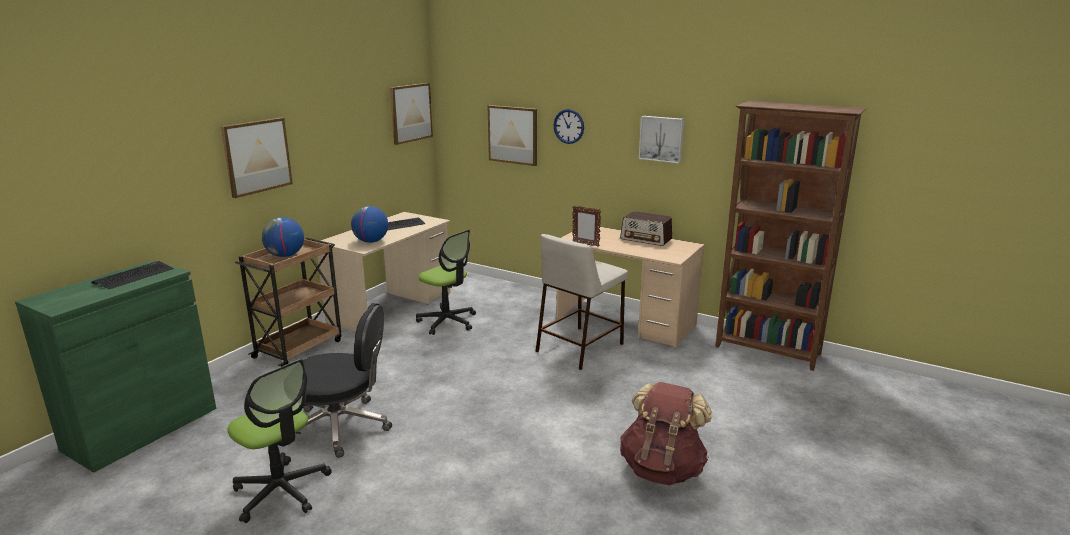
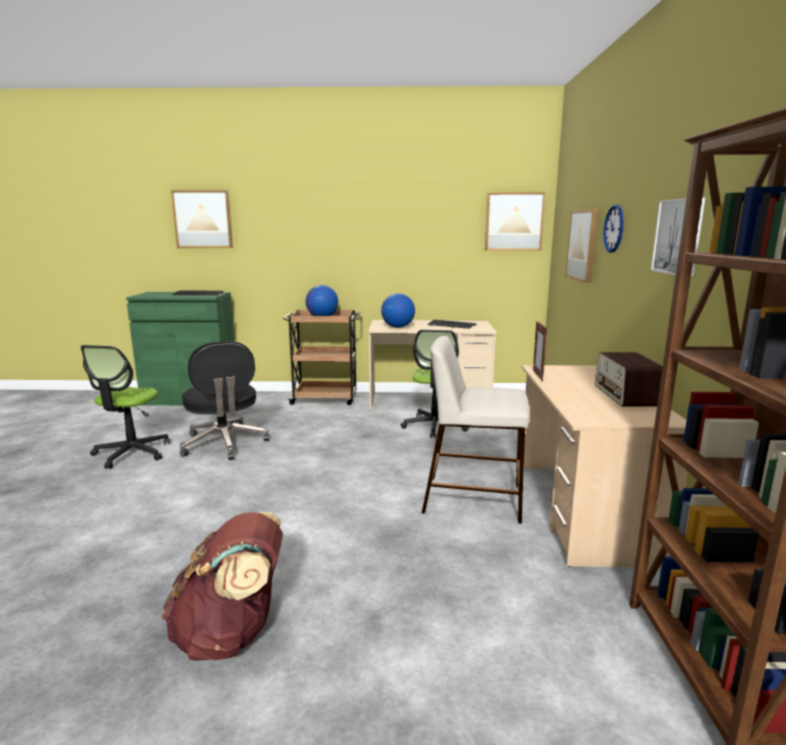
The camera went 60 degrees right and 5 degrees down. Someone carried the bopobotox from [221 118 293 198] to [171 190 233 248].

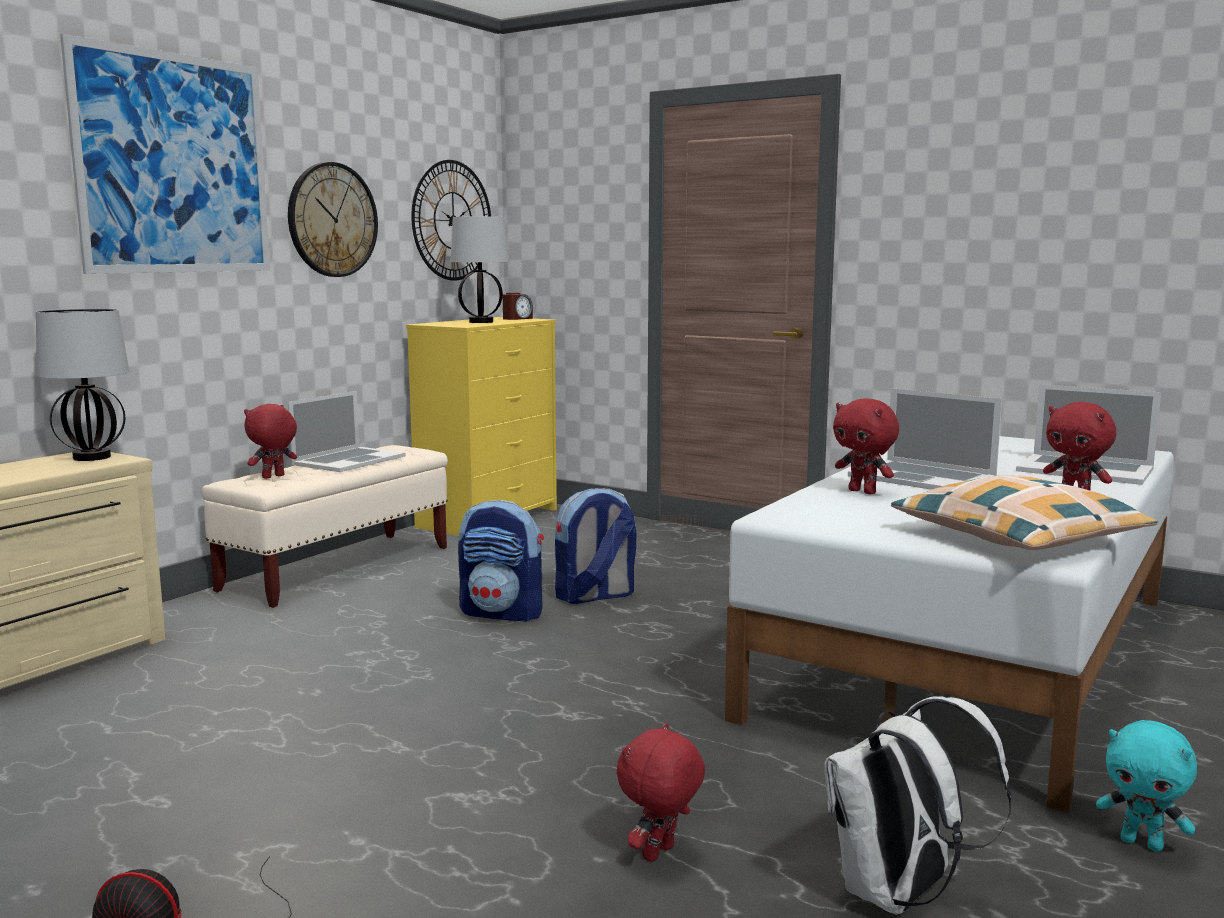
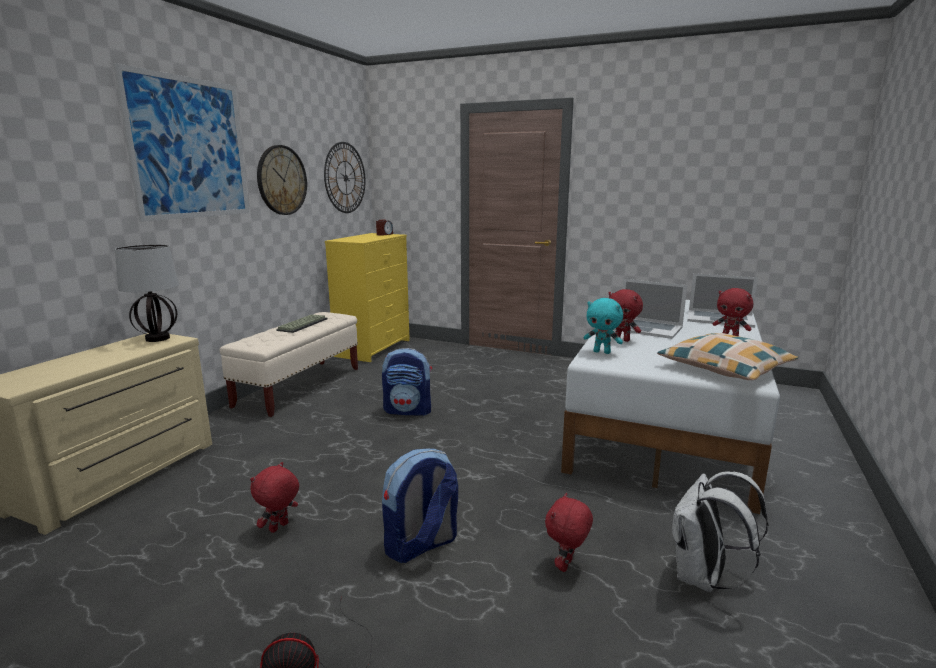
The camera went 10 degrees left and 5 degrees up. Someone took away the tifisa at [450 216 509 323]. Someone carried the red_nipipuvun from [244 404 297 479] to [250 462 299 533]. Someone carried the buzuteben from [555 488 636 604] to [382 449 458 563]. Someone carried the turquoise_nipipuvun from [1096 720 1197 852] to [583 298 623 354]. Someone swapped the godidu at [288 391 406 472] for the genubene at [276 314 327 333].

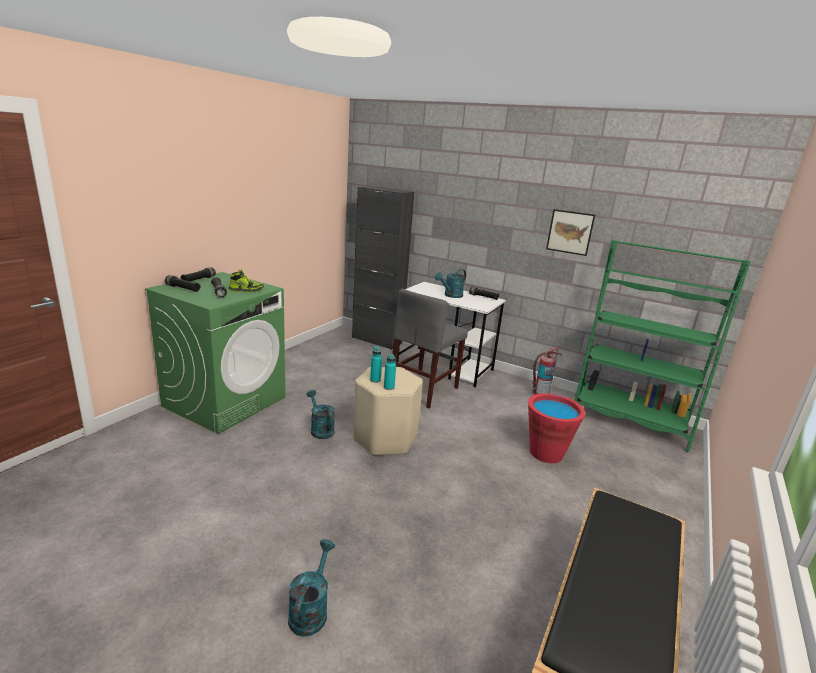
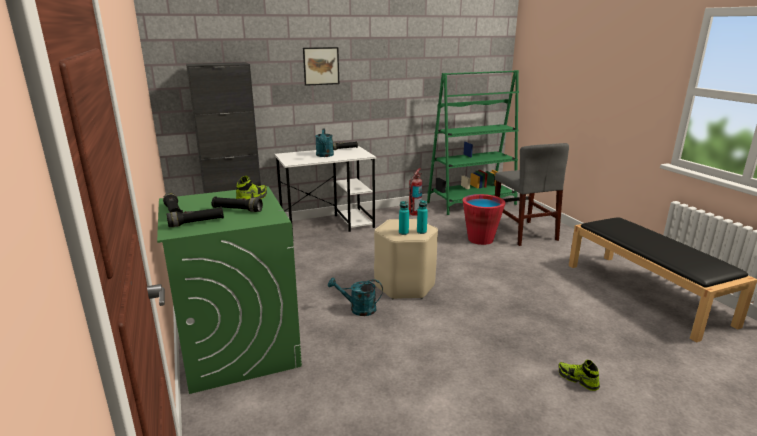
The camera went 50 degrees left and 0 degrees up. Someone carried the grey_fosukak from [392 289 468 409] to [495 143 569 246]. Someone carried the bopobotox from [546 209 595 256] to [303 47 339 86]. Someone swapped the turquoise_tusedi at [288 539 335 637] for the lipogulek at [558 360 600 391].

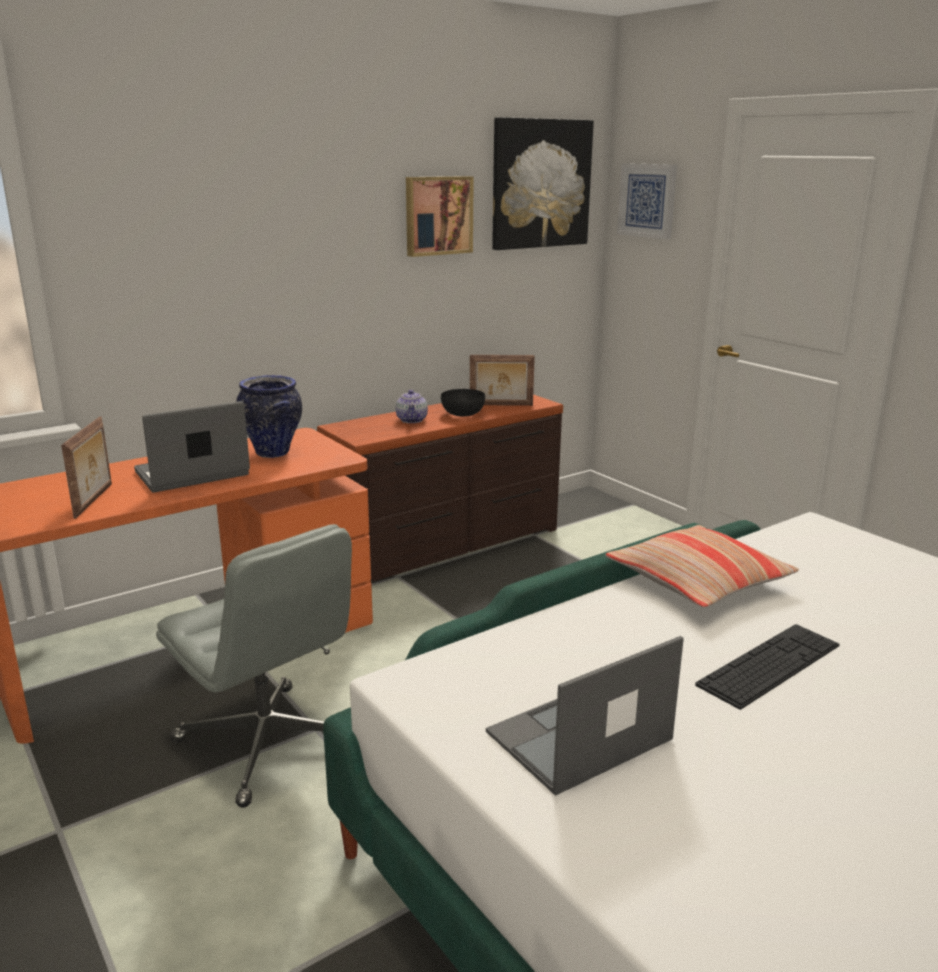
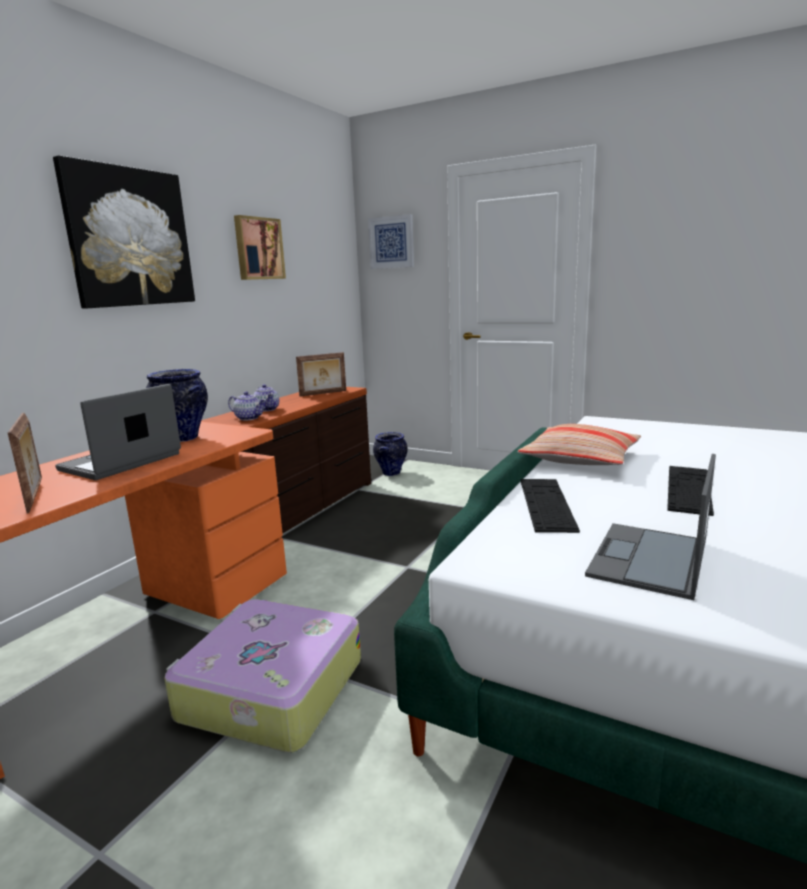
The camera went 25 degrees left and 5 degrees down. Someone took away the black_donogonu at [441 389 485 417]. Someone put down the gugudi at [228 392 266 421]. Someone put down the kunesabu at [373 432 408 476]. Someone put down the genubene at [520 479 580 533]. Someone carried the bopobotox from [492 117 594 250] to [53 155 195 308]. Someone swapped the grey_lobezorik at [156 524 352 808] for the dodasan at [164 599 361 753].

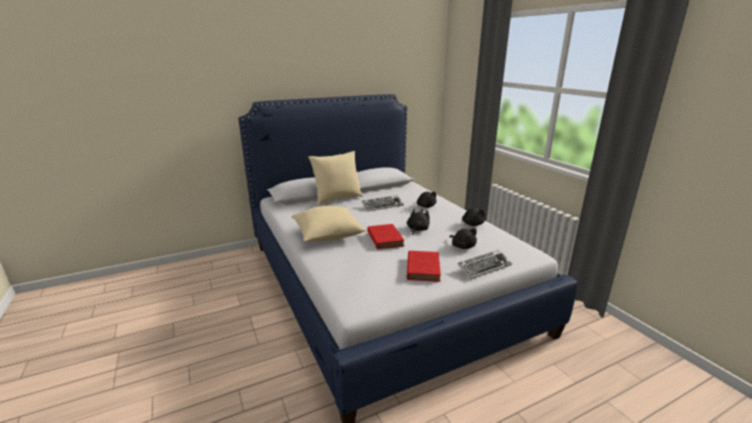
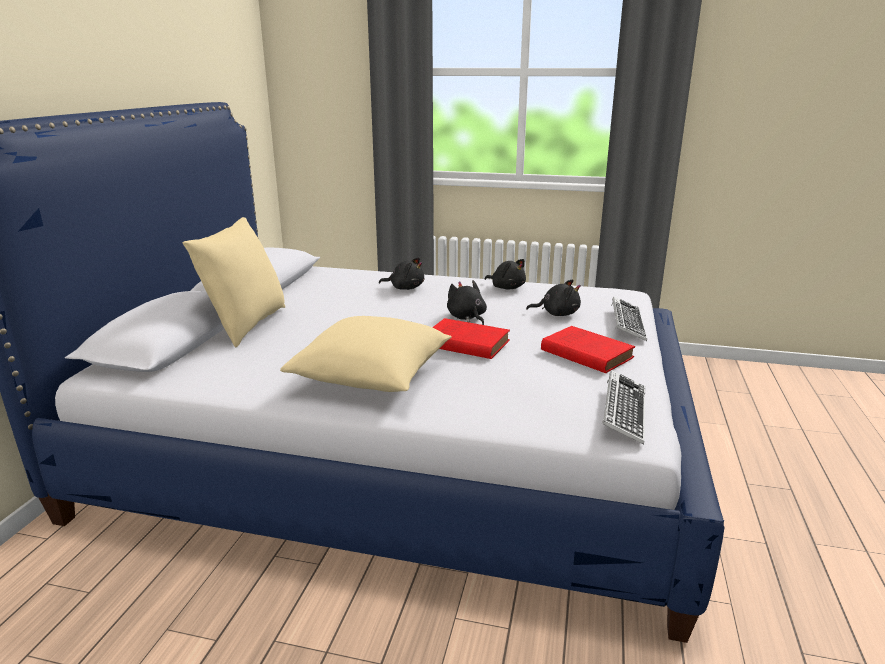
The camera went 50 degrees left and 0 degrees up. Someone carried the genubene from [362 195 404 211] to [602 370 645 445].

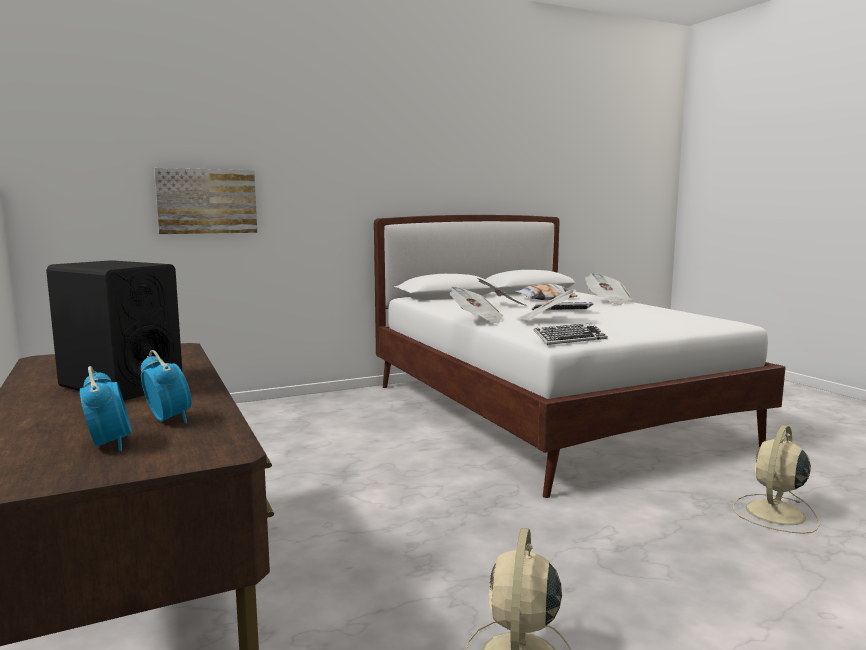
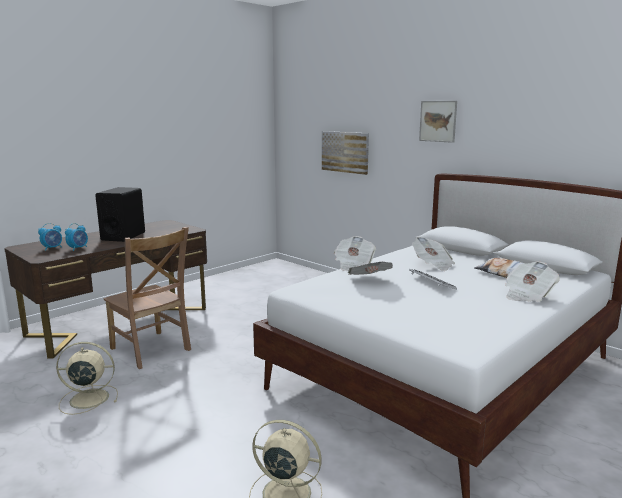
The camera went 70 degrees right and 5 degrees up. Someone took away the genubene at [533 323 608 345]. Someone put down the brown_fosukak at [103 227 191 369]. Someone put up the bopobotox at [419 101 457 143].

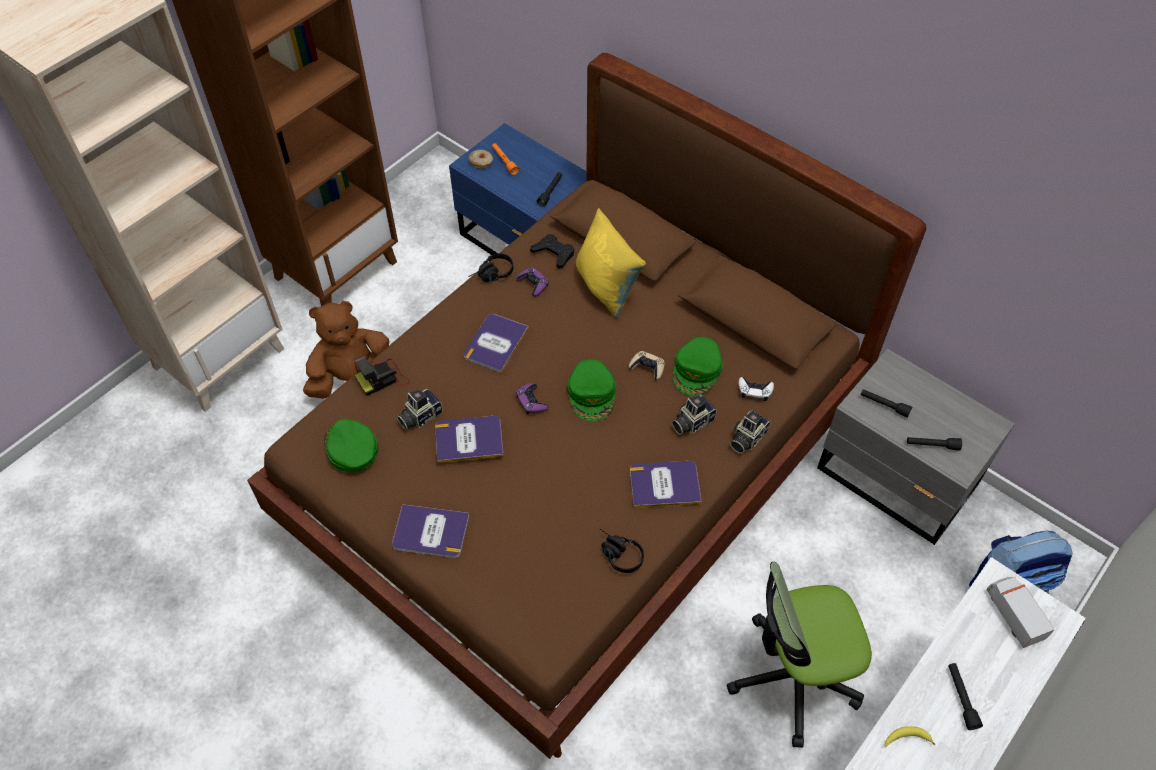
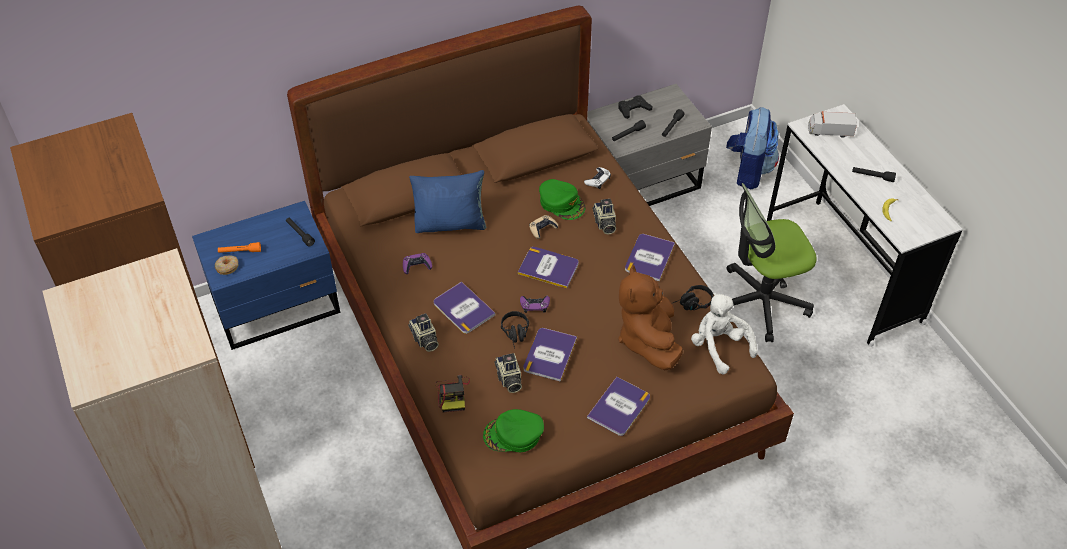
The camera went 65 degrees left and 5 degrees down. Someone put down the white_nipipuvun at [691 293 758 374]. Someone carried the brown_nipipuvun from [303 301 389 399] to [618 265 683 371]. Someone carried the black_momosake from [468 253 514 282] to [501 311 529 349]. Someone carried the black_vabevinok from [530 234 574 269] to [618 95 652 119]. Someone carried the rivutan from [730 410 771 454] to [408 313 439 352]. Someone swapped the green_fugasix at [568 359 616 421] for the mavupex at [518 247 579 289]. Someone repainted the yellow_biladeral at [576 208 646 318], which became the blue_biladeral at [409 170 486 233]. Someone rotated the lobezorik at [727 562 872 748] by 60 degrees clockwise.

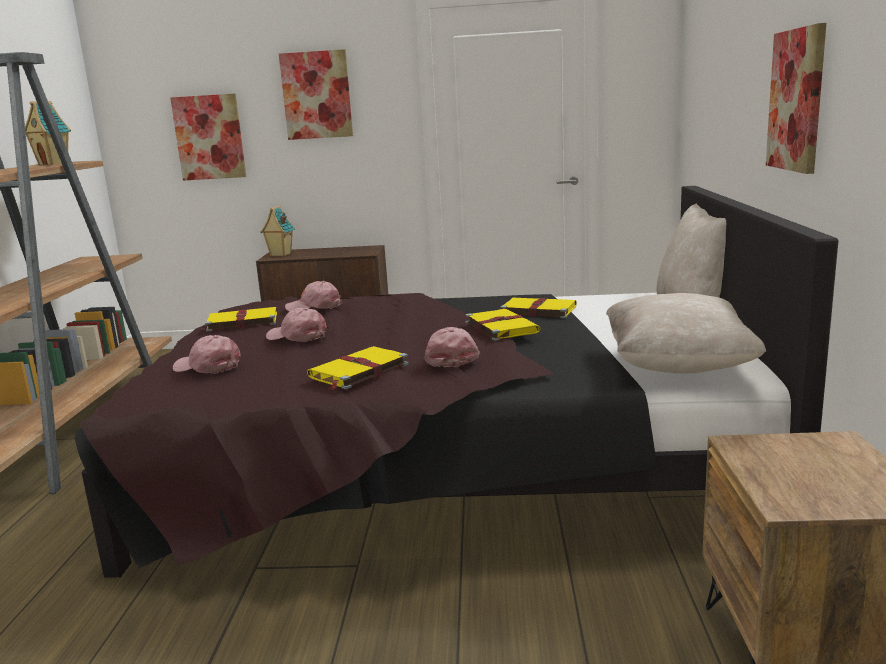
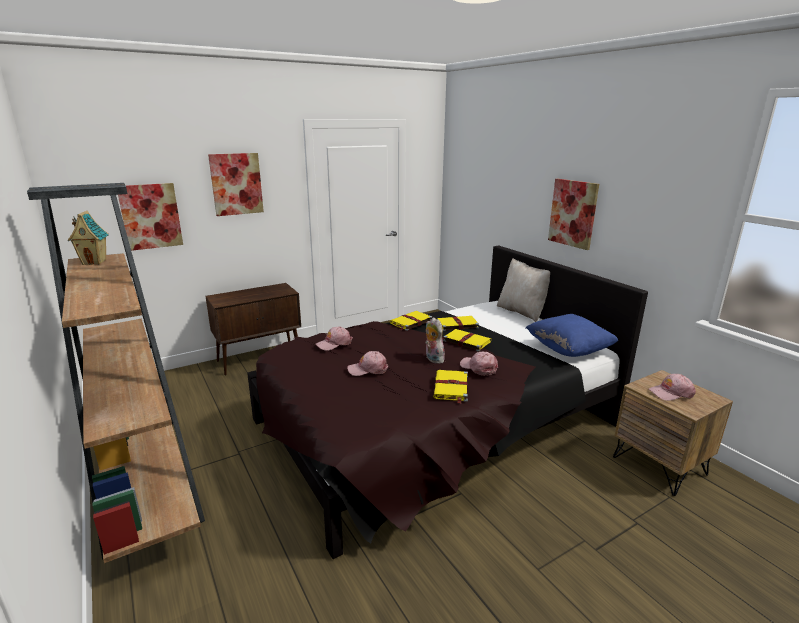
The camera went 35 degrees left and 5 degrees up. Someone took away the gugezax at [261 206 295 256]. Someone put down the nipipuvun at [425 317 445 364]. Someone carried the pink_fugasix from [173 335 241 374] to [649 374 696 401]. Someone carried the yellow_mavupex from [201 307 277 332] to [390 311 432 331]. Someone repainted the beige_biladeral at [606 293 766 373], which became the blue_biladeral at [526 314 618 357].

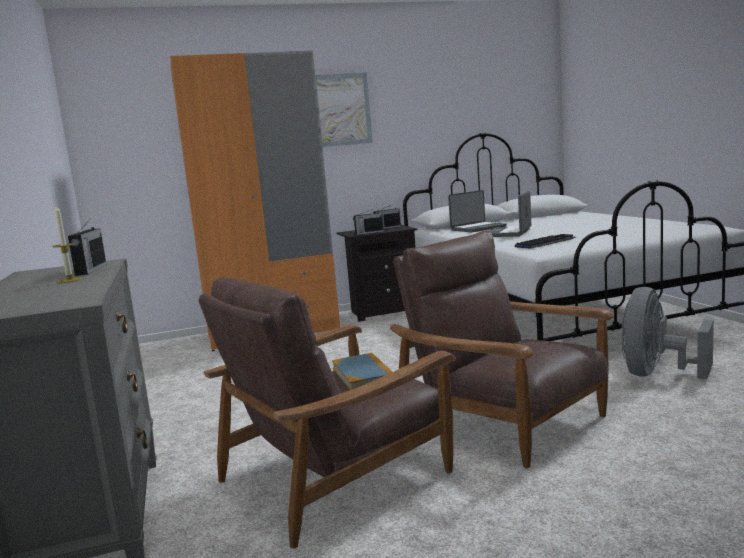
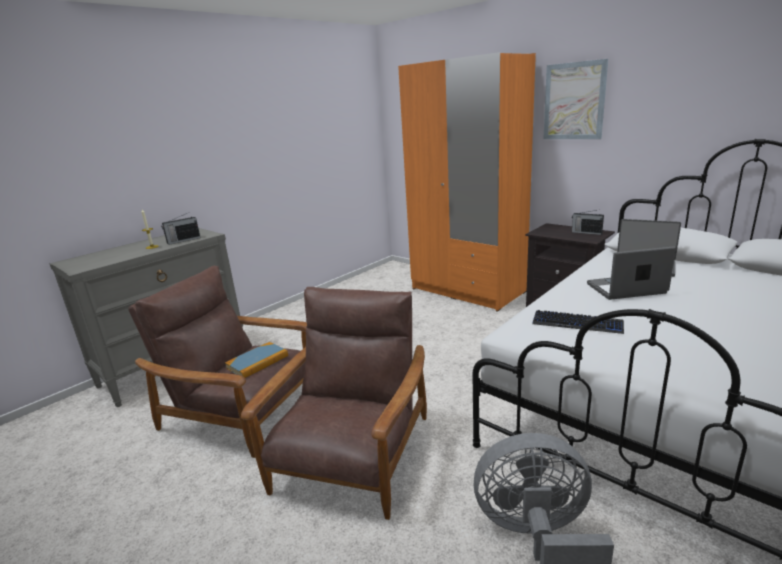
The camera went 60 degrees right and 10 degrees up. Someone took away the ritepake at [353 209 384 235].

